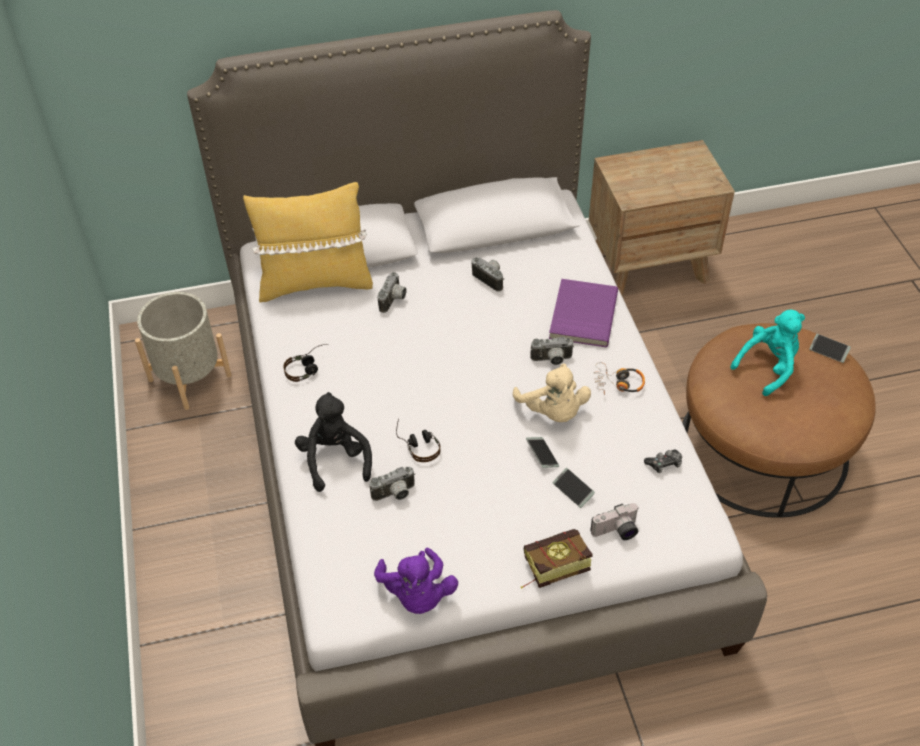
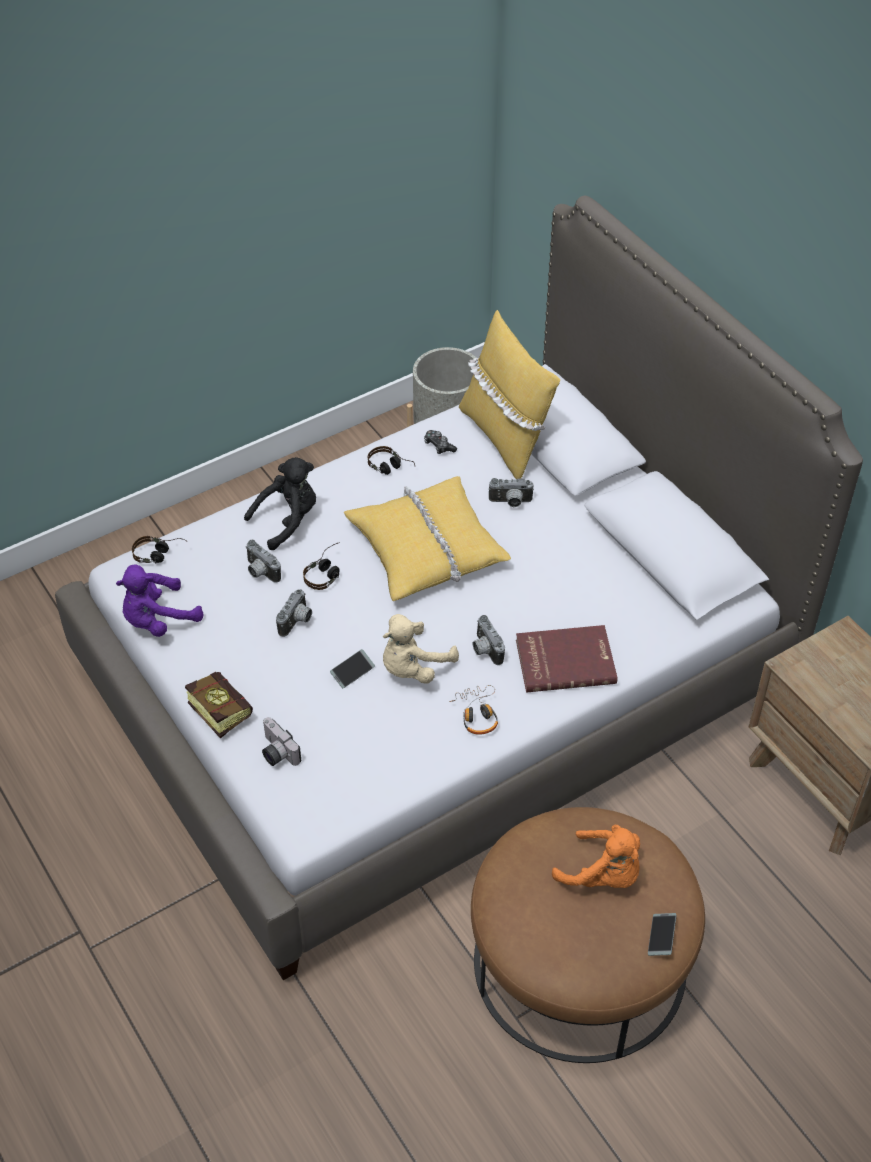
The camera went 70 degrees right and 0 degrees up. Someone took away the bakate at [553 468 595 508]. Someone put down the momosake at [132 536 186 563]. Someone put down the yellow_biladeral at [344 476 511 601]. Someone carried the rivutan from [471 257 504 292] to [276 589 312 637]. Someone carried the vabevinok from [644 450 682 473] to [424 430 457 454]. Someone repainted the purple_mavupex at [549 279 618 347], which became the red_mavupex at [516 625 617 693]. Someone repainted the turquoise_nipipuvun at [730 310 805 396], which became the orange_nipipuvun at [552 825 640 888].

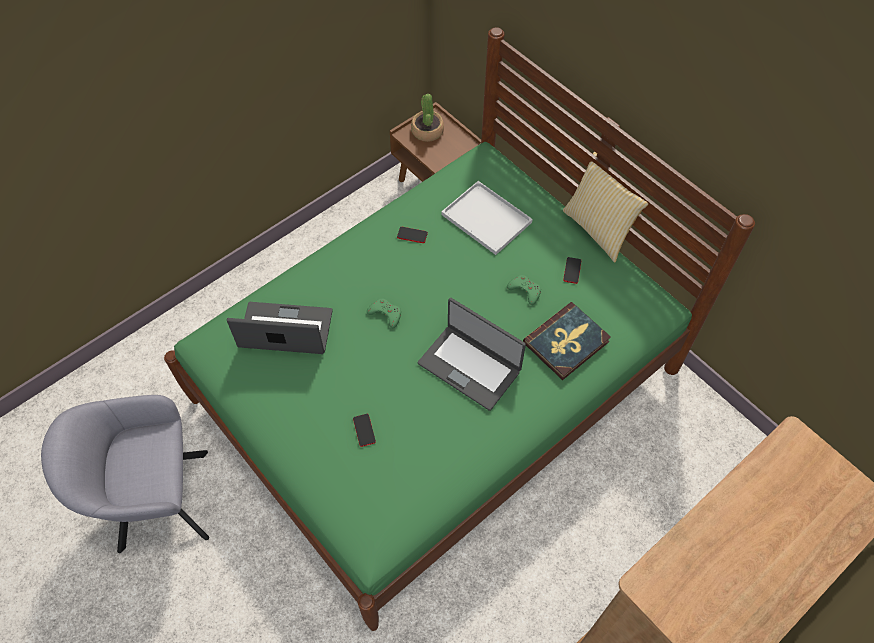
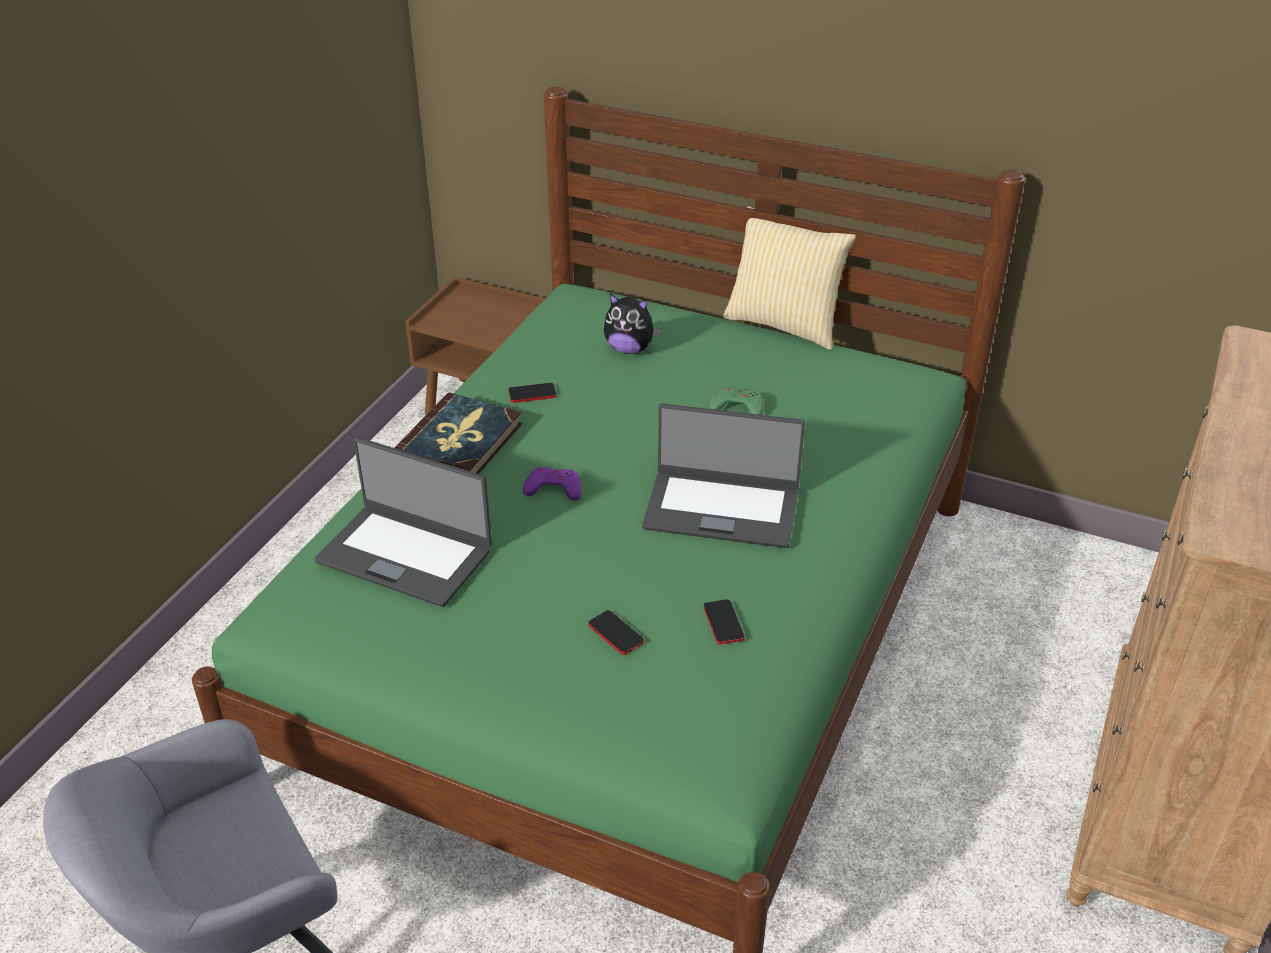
The camera went 25 degrees left and 20 degrees down. Someone took away the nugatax at [411 94 444 142]. Someone carried the mavupex from [523 302 611 380] to [394 393 522 474]. Someone carried the bakate from [563 257 581 284] to [704 599 744 645]. Someone swapped the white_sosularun at [441 181 533 255] for the nipipuvun at [604 293 662 354]. Someone repainted the green_vabevinok at [367 298 401 328], which became the purple_vabevinok at [523 467 581 501]. Someone rotated the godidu at [227 302 333 354] by 135 degrees counterclockwise.

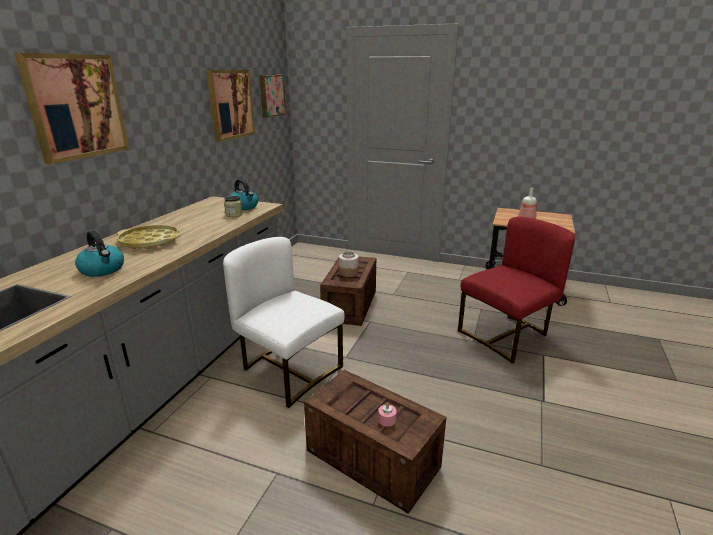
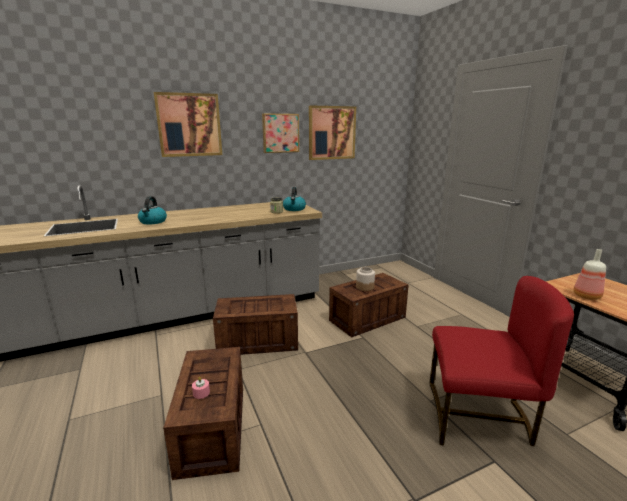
The camera went 45 degrees right and 5 degrees down. Someone took away the yellow_sosularun at [117 225 180 249]. Someone carried the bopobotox from [259 75 286 118] to [262 113 299 153]. Someone swapped the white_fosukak at [223 237 345 408] for the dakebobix at [213 294 298 355].

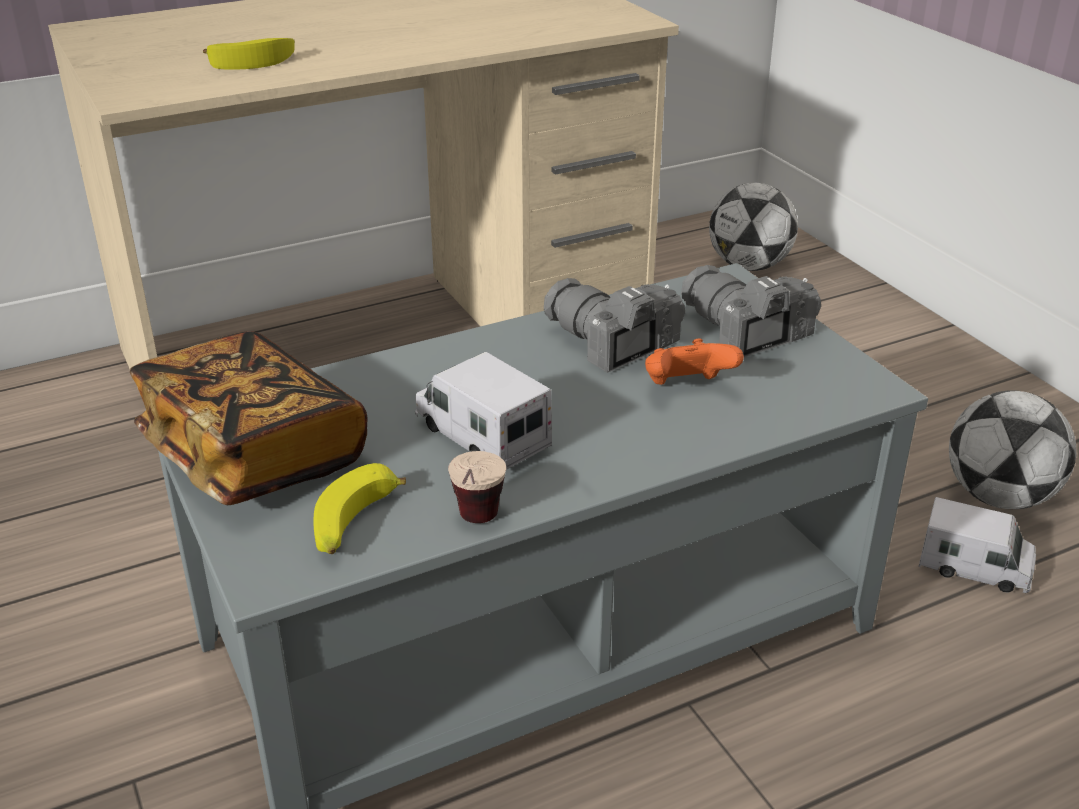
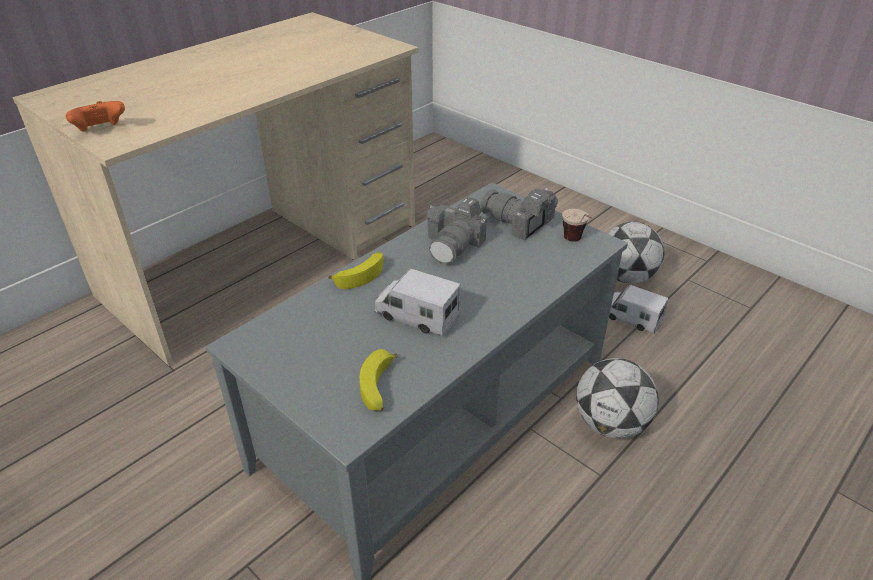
The camera went 20 degrees left and 5 degrees up. Someone took away the mavupex at [130 331 368 505]. Someone carried the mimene from [203 38 295 70] to [328 252 384 289]. Someone carried the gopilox from [448 451 506 523] to [562 209 593 242]. Someone carried the orange_vabevinok from [645 338 744 385] to [65 101 125 132]. Someone carried the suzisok from [709 183 798 271] to [576 358 659 439]. Someone rotated the rivutan at [544 278 685 373] by 90 degrees counterclockwise. Someone rotated the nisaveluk at [919 497 1036 593] by 150 degrees counterclockwise.

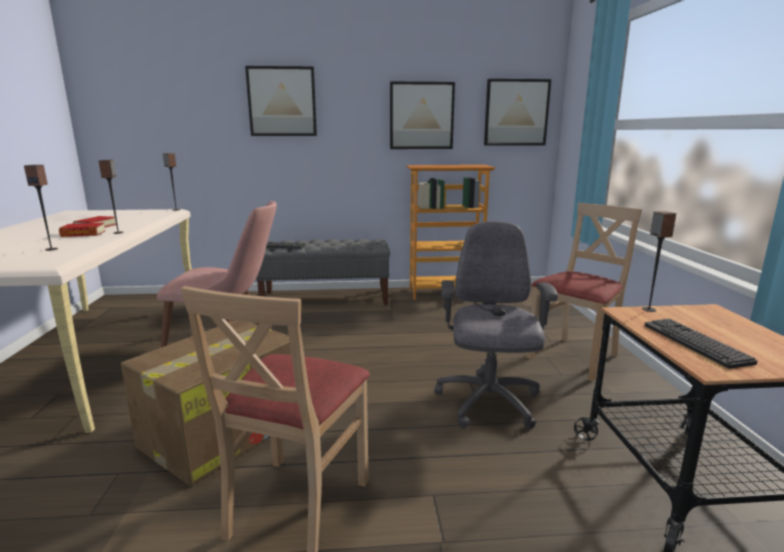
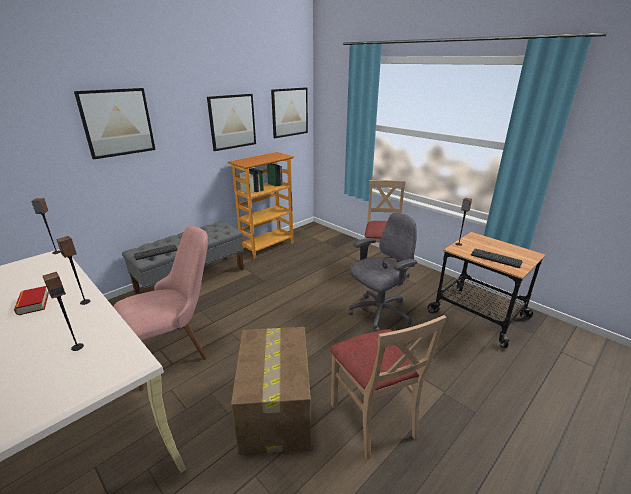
The camera went 40 degrees left and 10 degrees up. Someone took away the mavupex at [59 223 105 237]. Someone rotated the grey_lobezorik at [434 221 558 429] by 90 degrees clockwise.

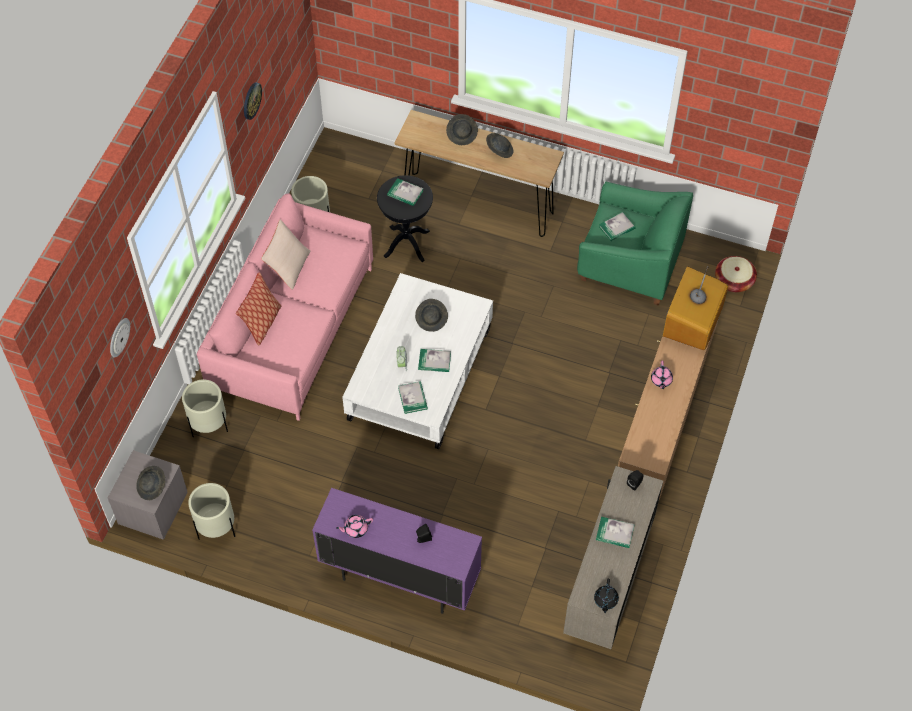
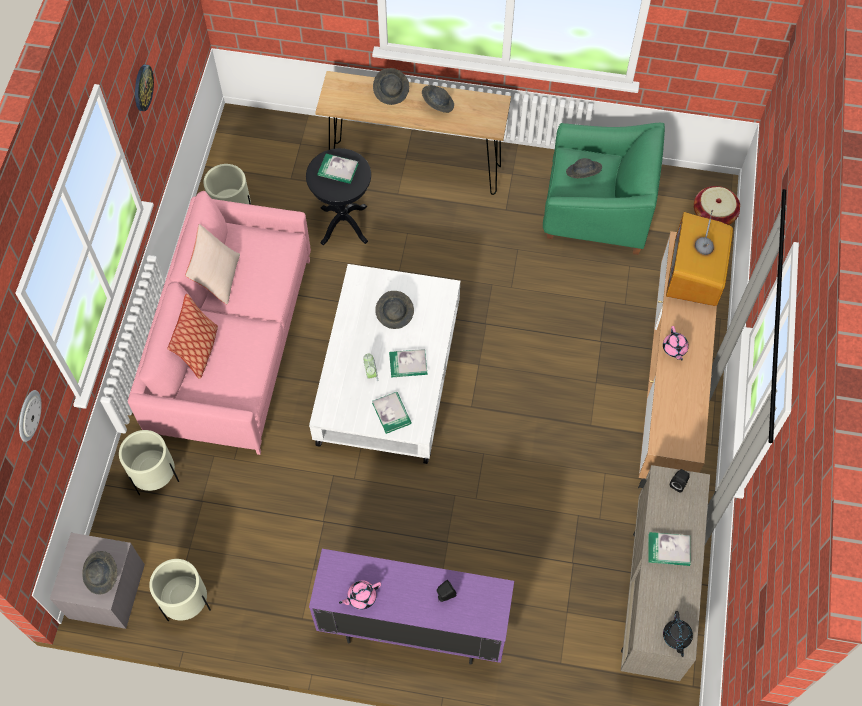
The camera went 10 degrees left and 5 degrees up. Someone swapped the mavupex at [599 212 635 241] for the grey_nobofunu at [566 158 602 178].

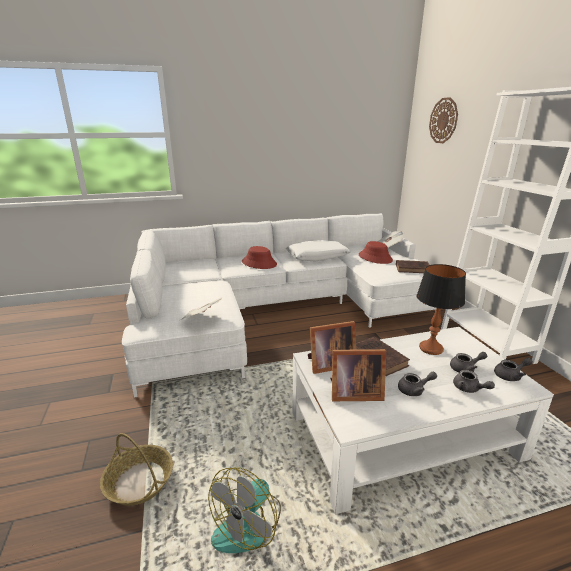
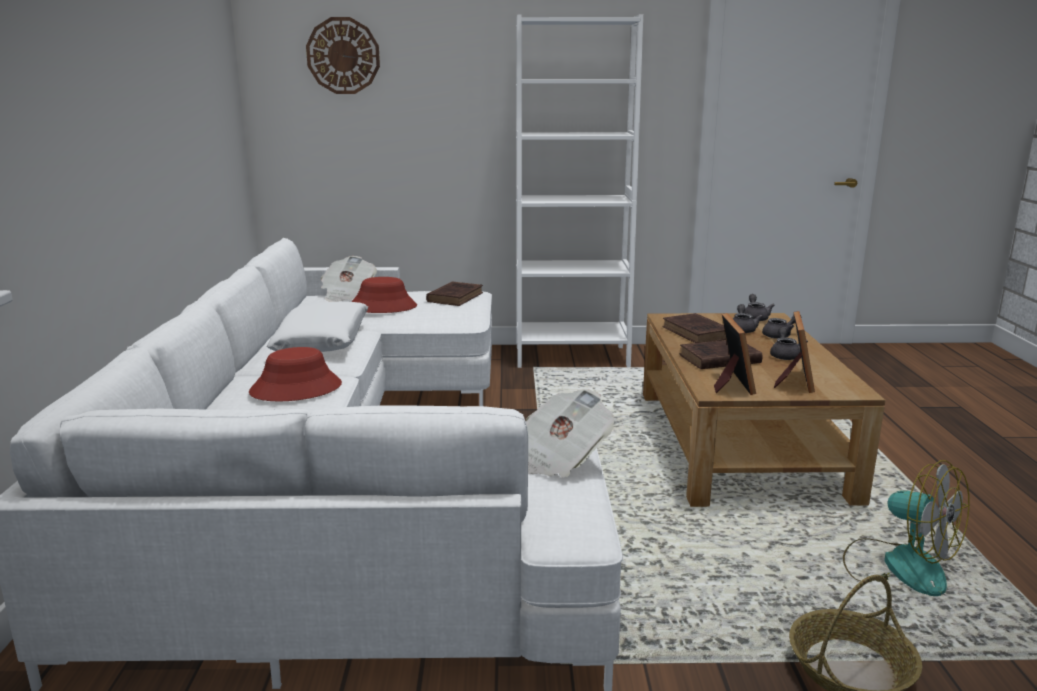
The camera went 75 degrees left and 5 degrees down. Someone swapped the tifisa at [417 264 466 355] for the brown_mavupex at [662 313 727 343]. Someone repainted the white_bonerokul at [292 327 554 514], which became the brown_bonerokul at [643 313 886 507].

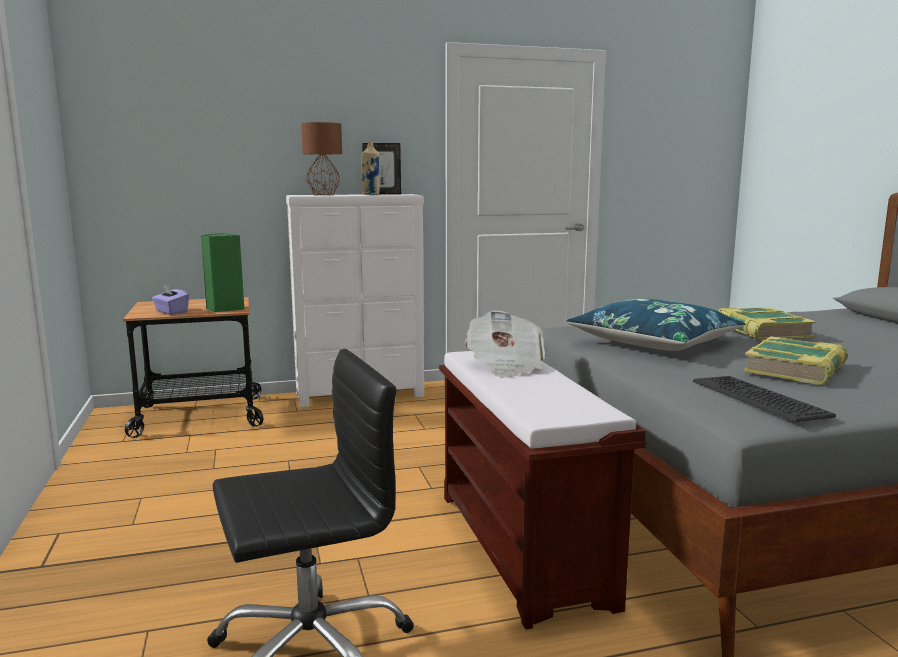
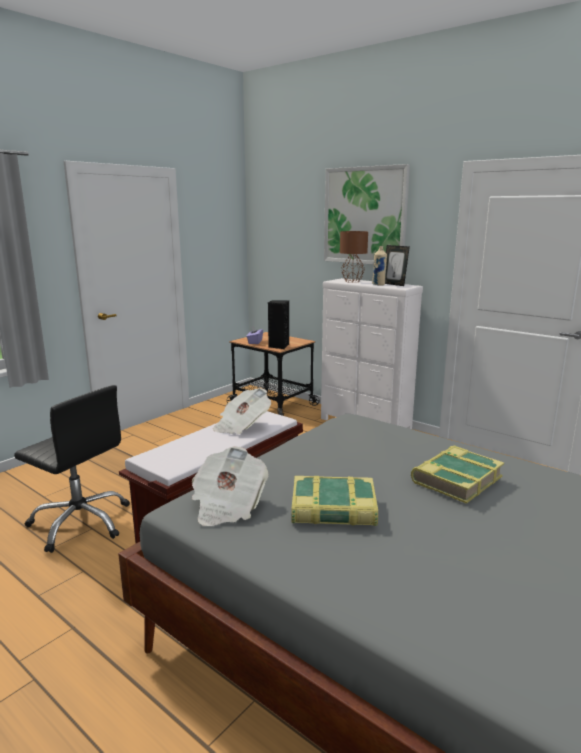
The camera went 55 degrees right and 5 degrees up. Someone took away the blue_biladeral at [566 298 745 351]. Someone put up the bopobotox at [324 164 410 265]. Someone swapped the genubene at [693 376 836 422] for the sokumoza at [191 446 269 526]. Someone repainted the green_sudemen at [201 233 244 312], which became the black_sudemen at [268 300 289 349].

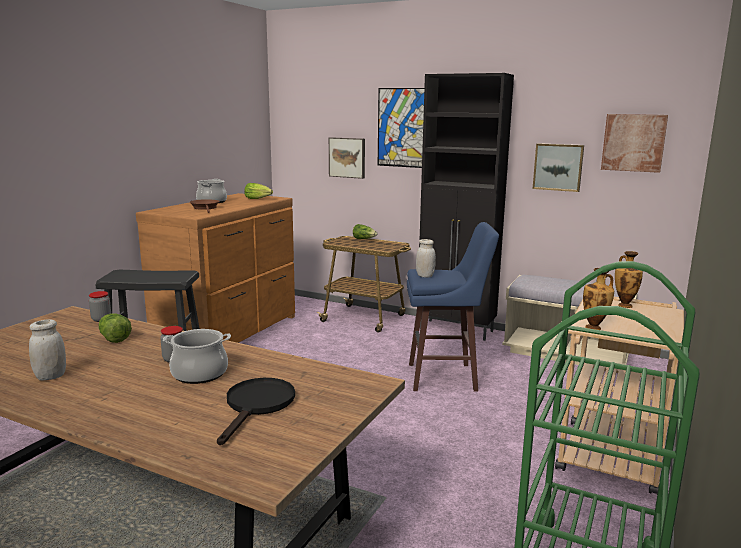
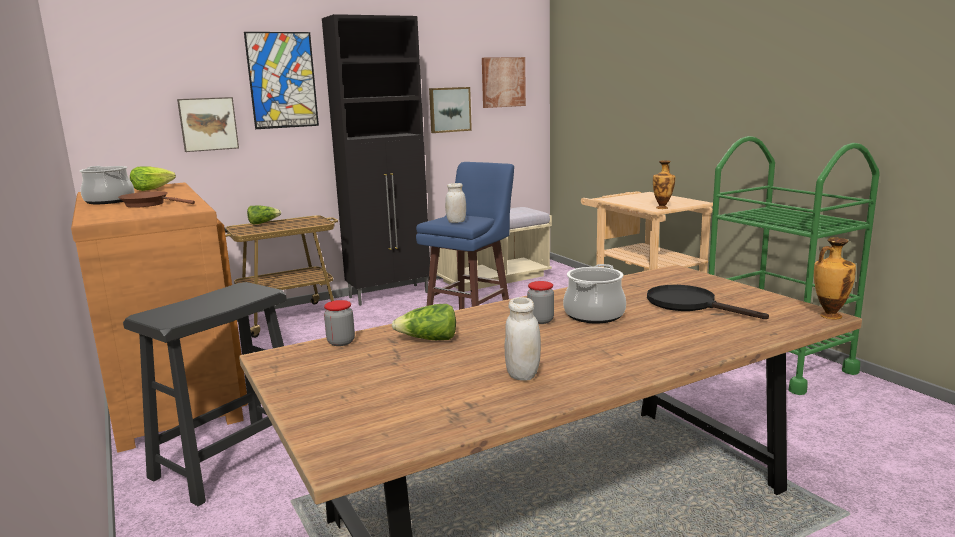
The camera went 55 degrees left and 0 degrees up. Someone carried the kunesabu from [615 251 643 308] to [814 237 856 319].

